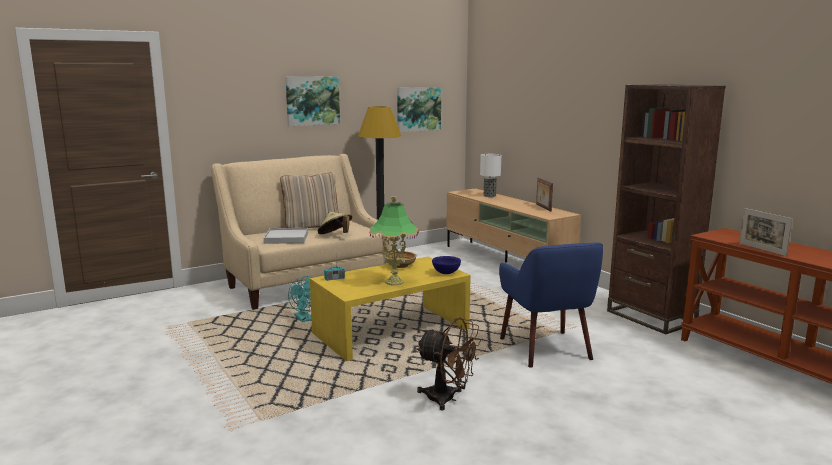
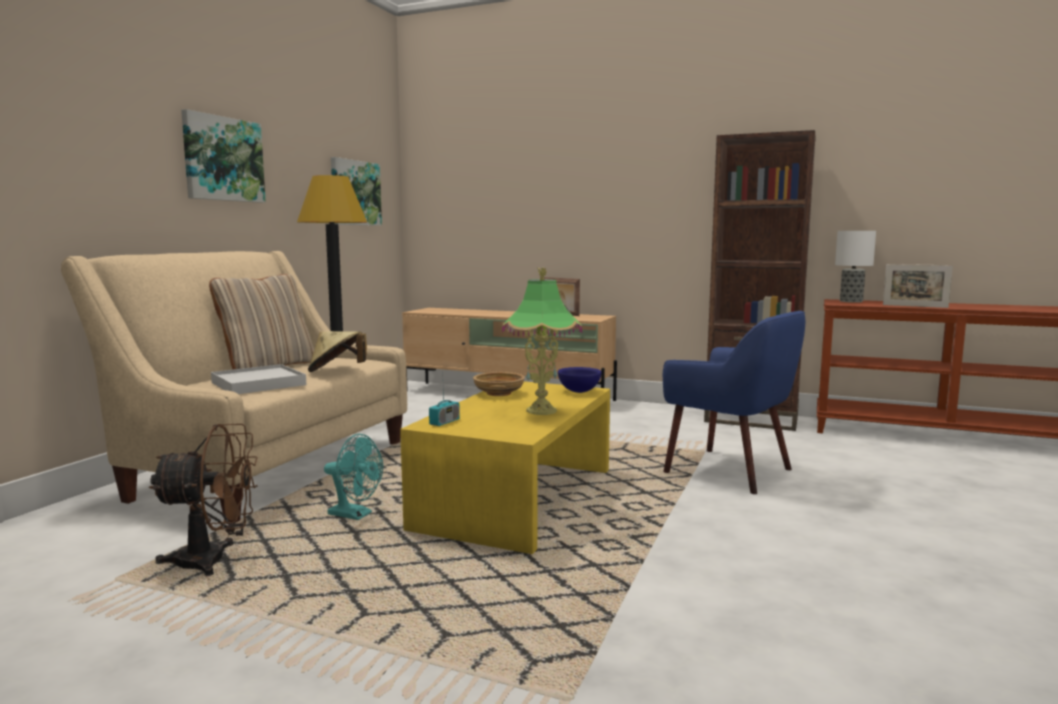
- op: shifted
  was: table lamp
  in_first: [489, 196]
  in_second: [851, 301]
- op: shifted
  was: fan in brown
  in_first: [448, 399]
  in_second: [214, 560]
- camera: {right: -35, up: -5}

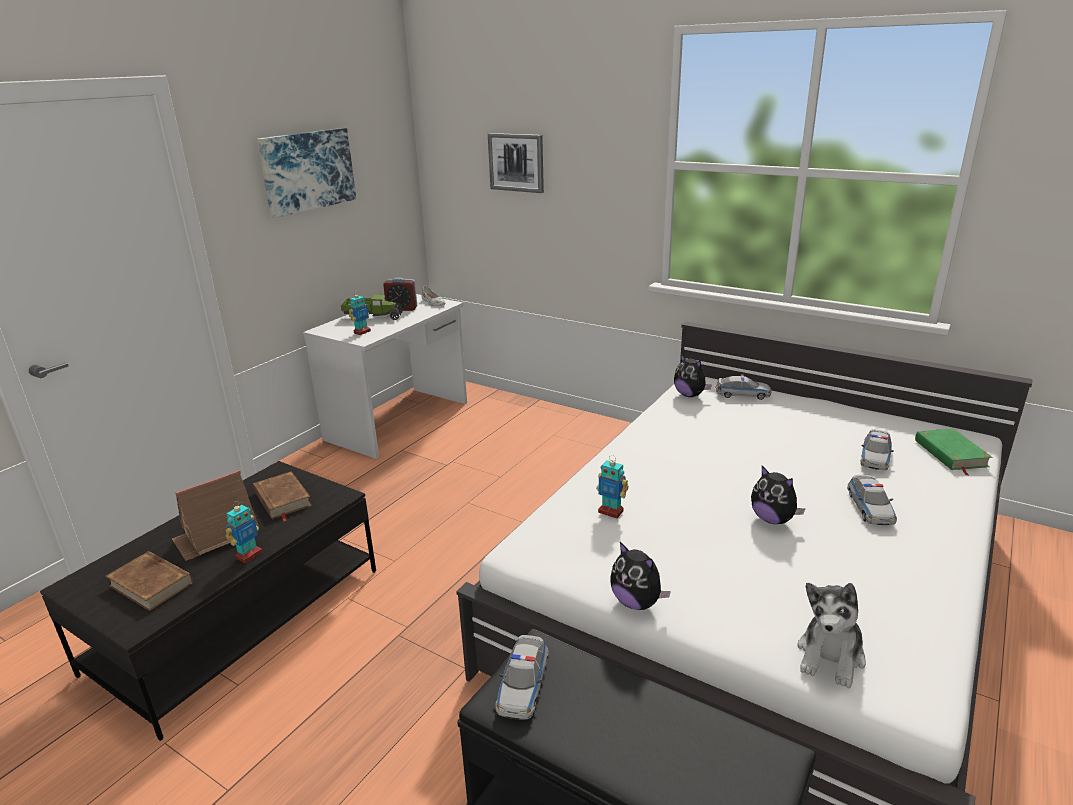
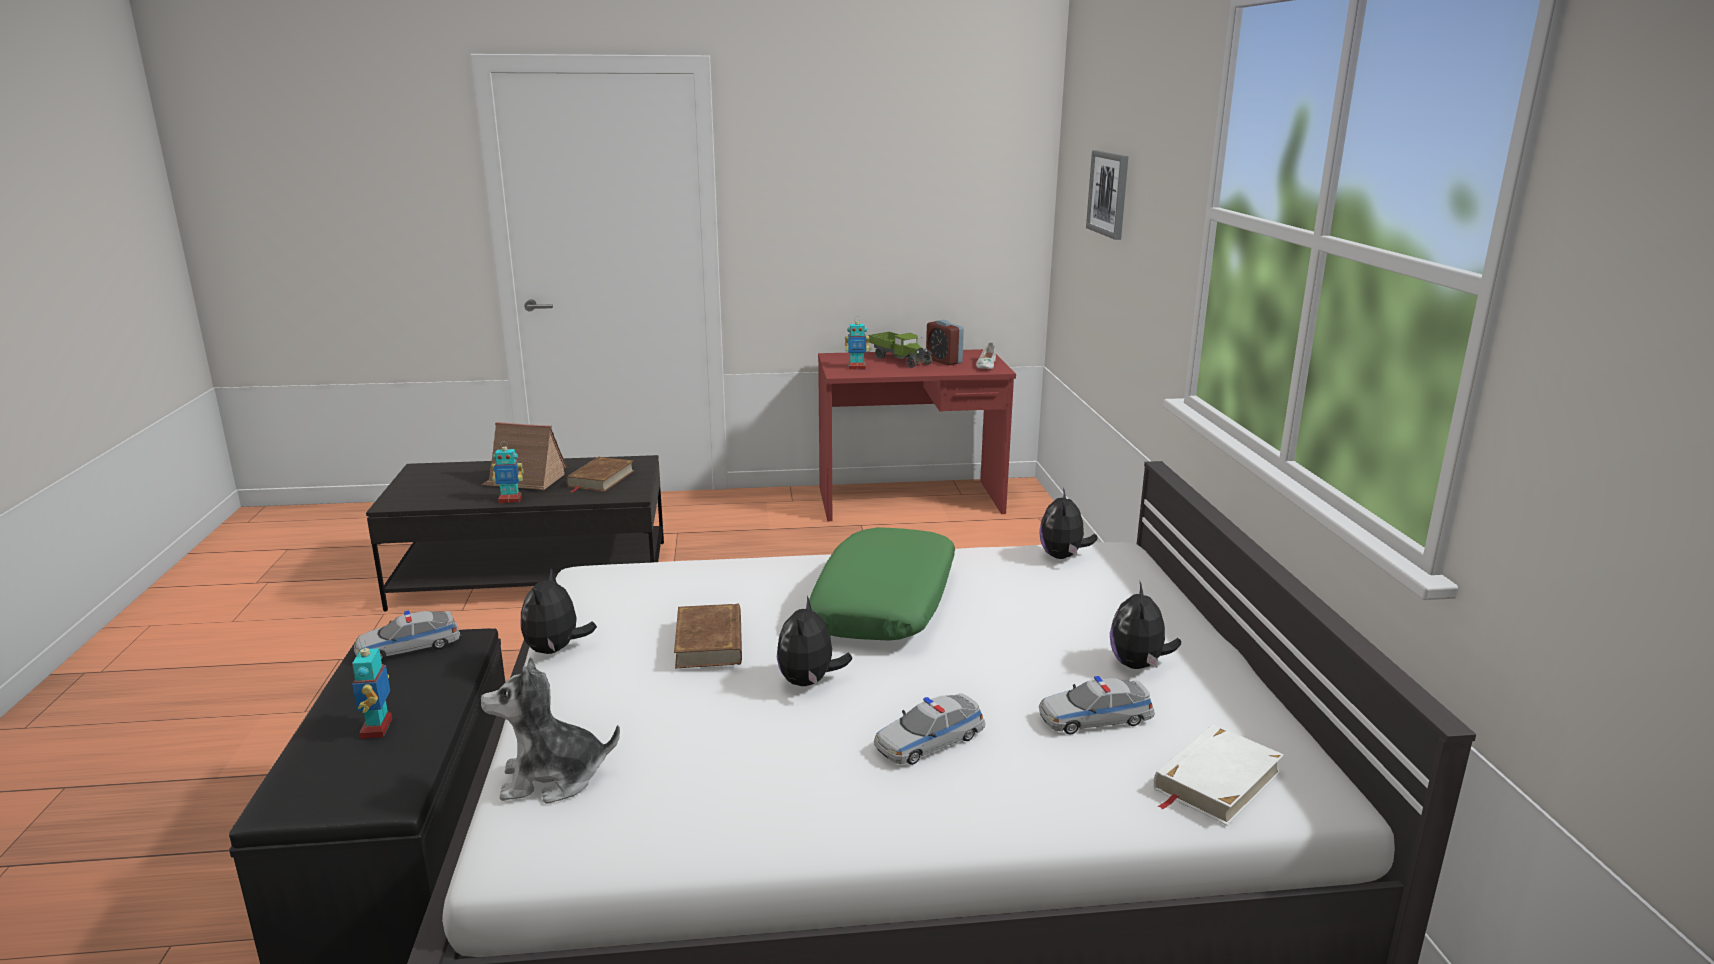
- op: gone
  was: picture
  in_first: [307, 171]
- op: repainted
  was: desk in white
  now: desk in red
  in_first: [399, 421]
  in_second: [910, 501]
- op: gone
  was: toy car
  in_first: [742, 394]
- op: repainted
  was: book in green
  now: book in white
  in_first: [950, 453]
  in_second: [1216, 780]
- op: shifted
  was: toy robot
  in_first: [611, 511]
  in_second: [377, 729]
- op: shifted
  was: book in brown
  in_first: [151, 584]
  in_second: [710, 642]
- op: new
  now: pillow in green
  in_second: [885, 603]
- op: new
  now: plush toy
  in_second: [1138, 665]
- camera: {right: 50, up: -5}

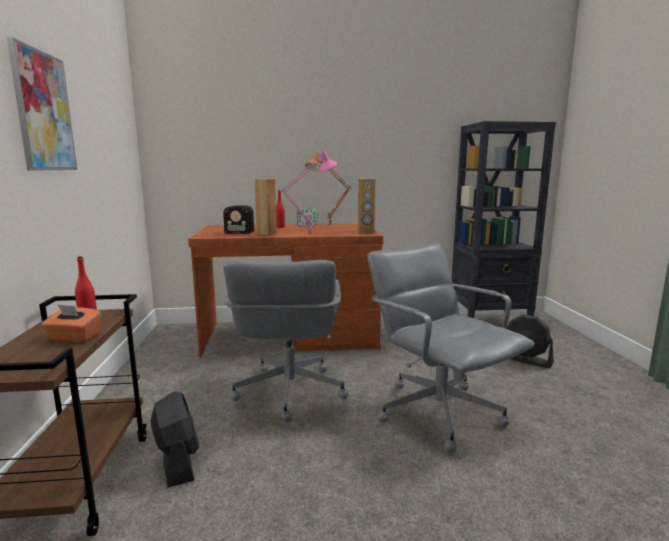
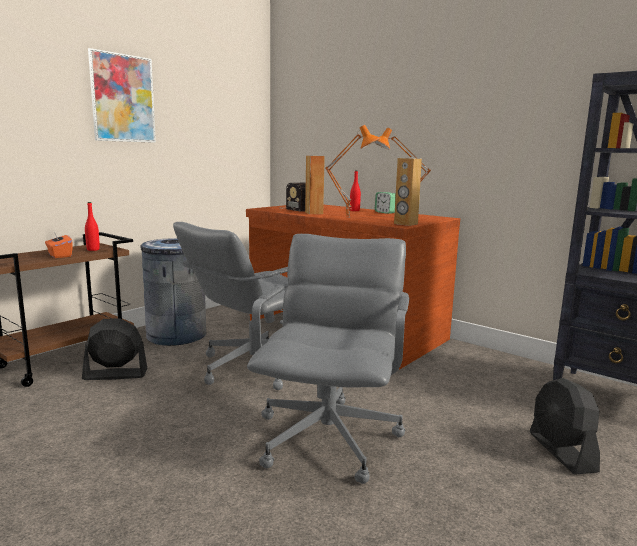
- op: repainted
  was: table lamp in pink
  now: table lamp in orange
  in_first: [309, 233]
  in_second: [349, 217]
- op: rotated
  was: fan in black
  in_first: [178, 462]
  in_second: [115, 374]
  clockwise: -120
- op: new
  now: trash can in grey
  in_second: [176, 335]
- camera: {right: 45, up: 0}

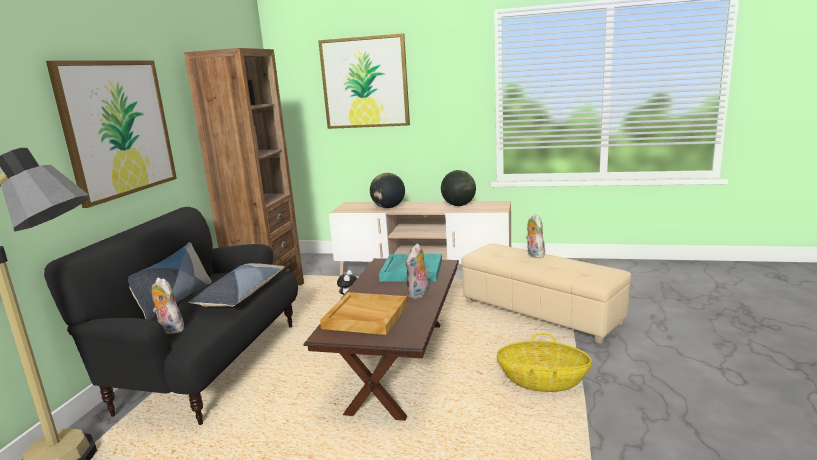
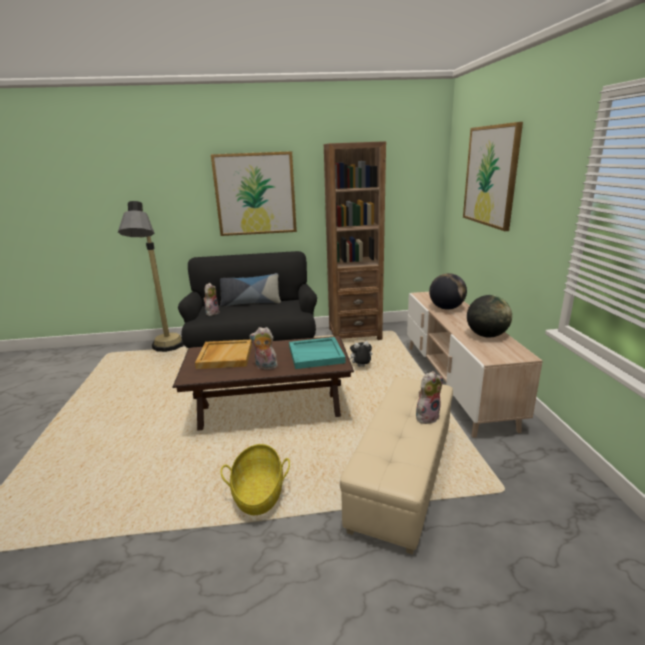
- op: gone
  was: pillow
  in_first: [241, 294]
- camera: {right: 70, up: 5}

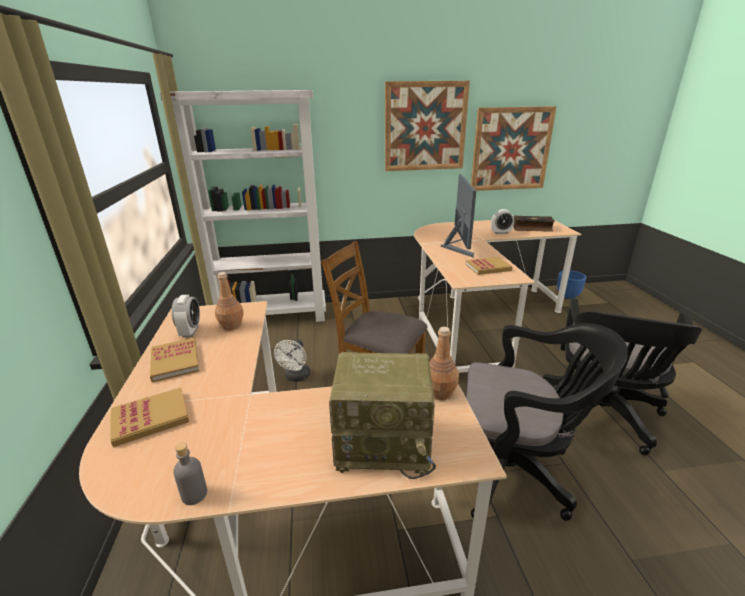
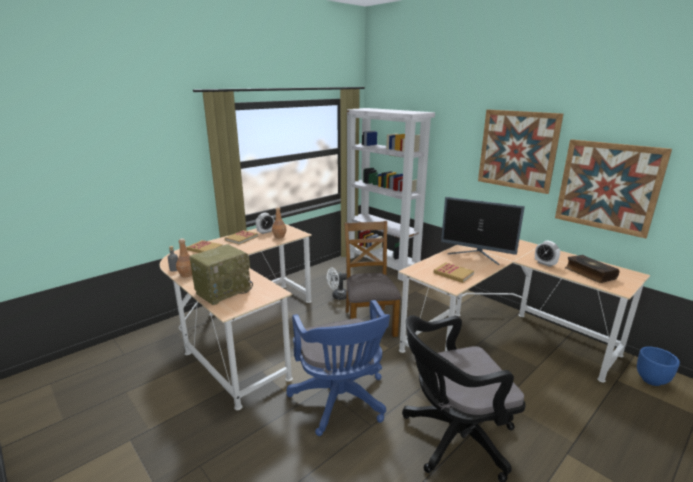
- op: rotated
  was: monitor
  in_first: [458, 246]
  in_second: [476, 256]
  clockwise: 60
- op: repainted
  was: office chair in black
  now: office chair in blue
  in_first: [512, 470]
  in_second: [341, 402]
- op: shifted
  was: bottle in brown
  in_first: [440, 392]
  in_second: [186, 274]
- op: rotated
  was: radio
  in_first: [384, 443]
  in_second: [223, 291]
  clockwise: -105
- camera: {right: 55, up: -5}

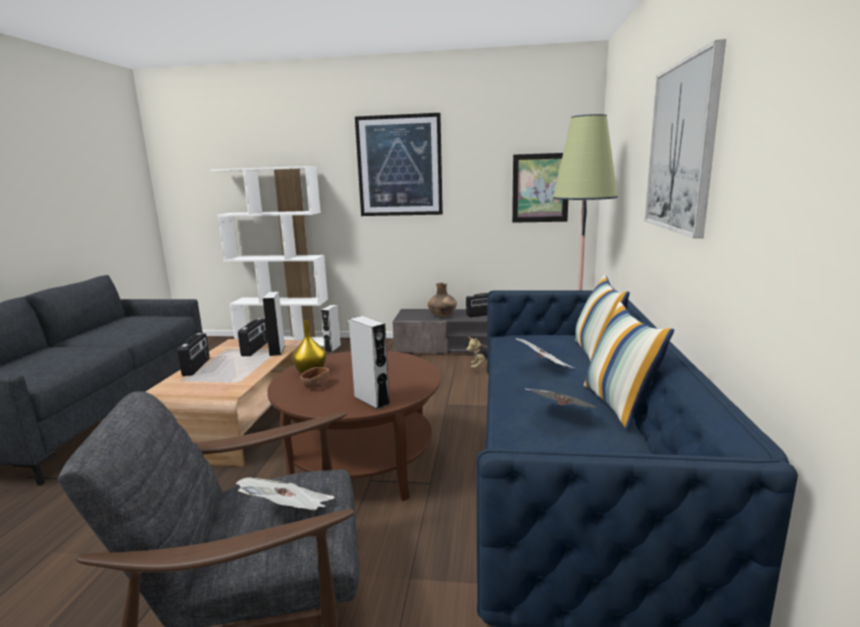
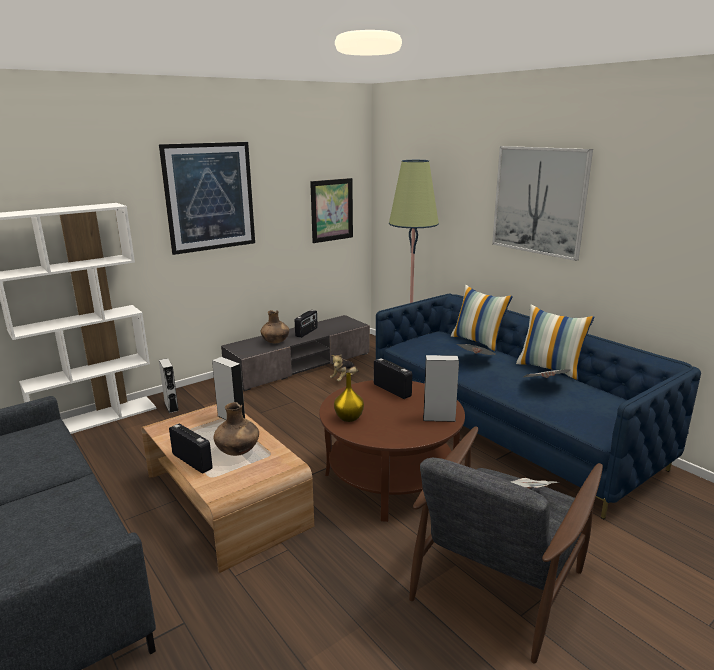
- op: shifted
  was: radio
  in_first: [255, 349]
  in_second: [392, 390]
- op: gone
  was: bowl in brown
  in_first: [316, 385]
- op: new
  now: vase in brown
  in_second: [238, 452]
- camera: {right: -45, up: 5}

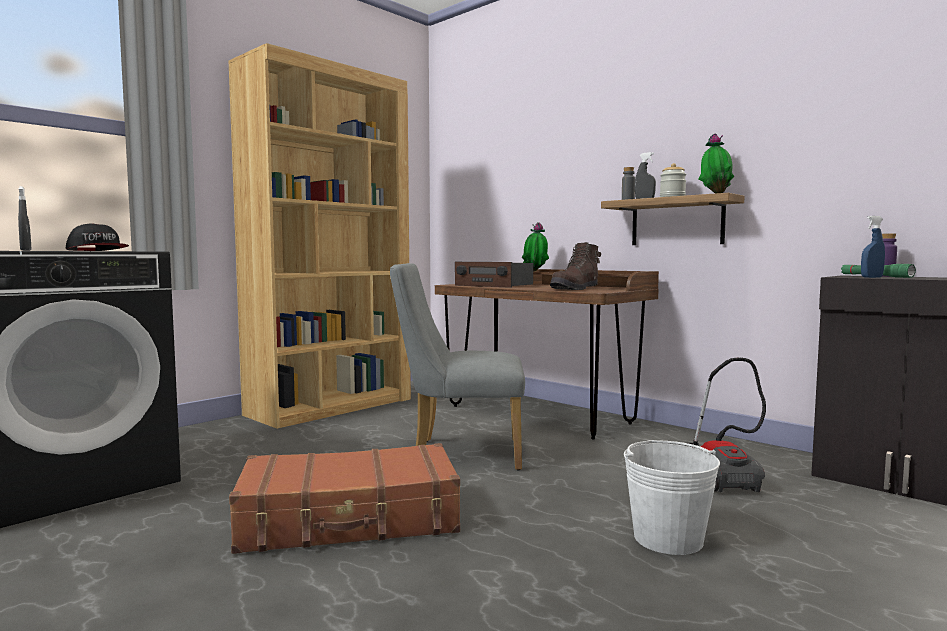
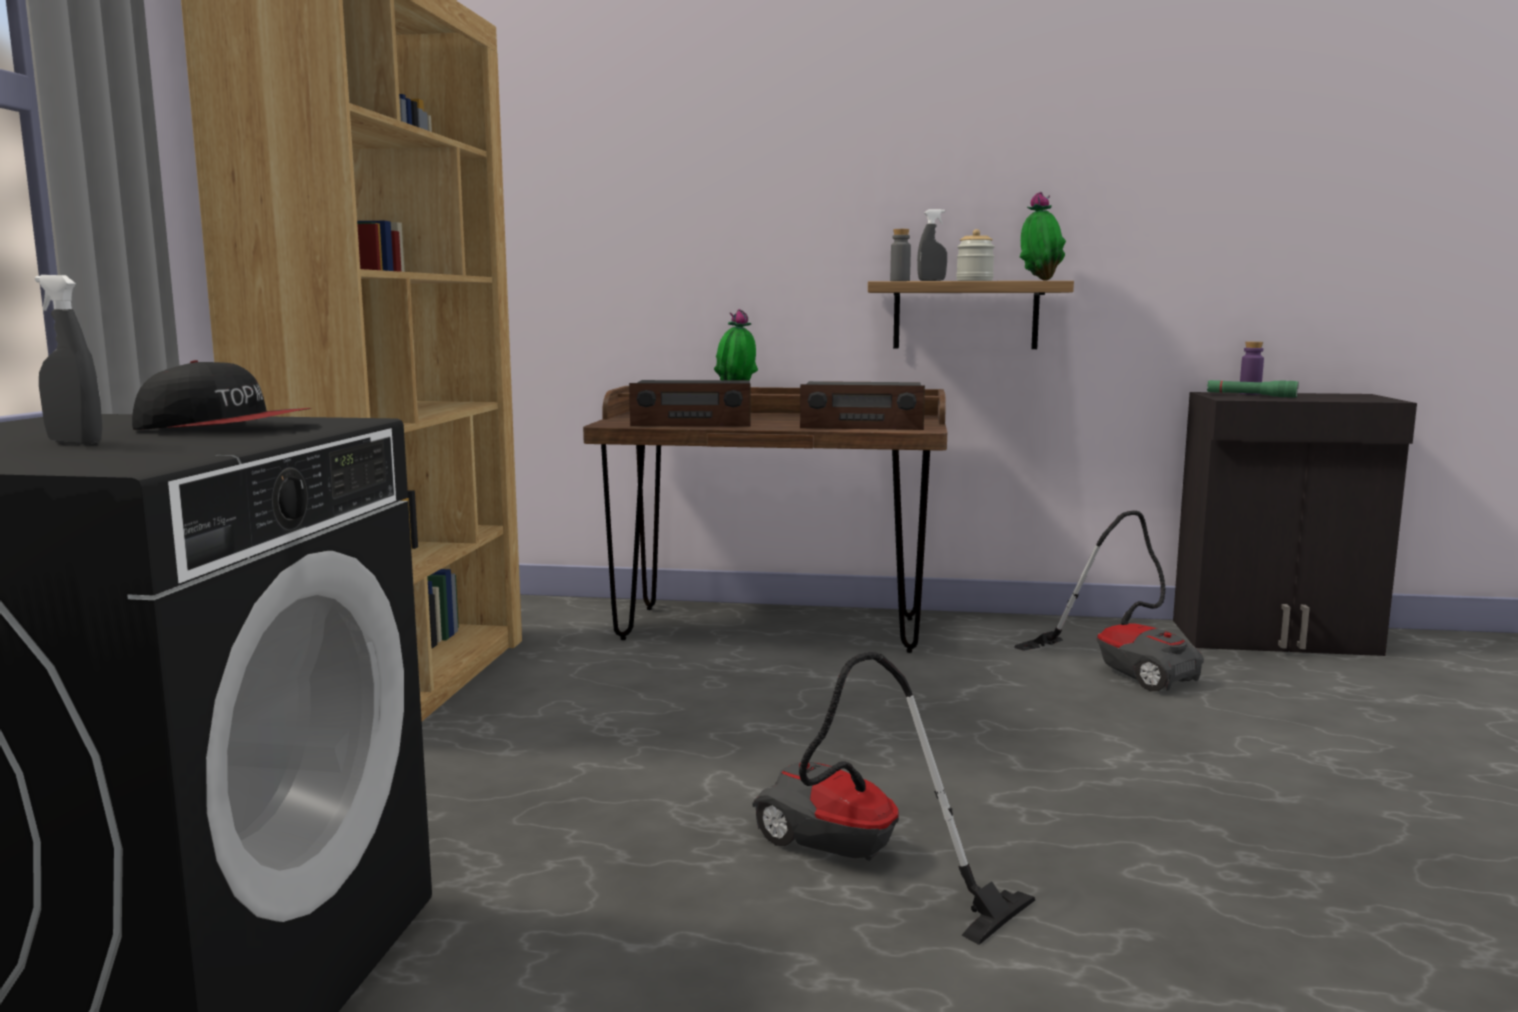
- op: gone
  was: spray bottle in blue
  in_first: [871, 277]
- op: swapped
  was: boot in brown
  now: radio
  in_first: [576, 289]
  in_second: [862, 425]
- op: gone
  was: chair in grey
  in_first: [458, 453]
- op: gone
  was: bucket in white
  in_first: [668, 538]
- op: swapped
  was: suitcase in brown
  now: vacuum cleaner
  in_first: [350, 520]
  in_second: [855, 862]
- camera: {right: -35, up: 5}

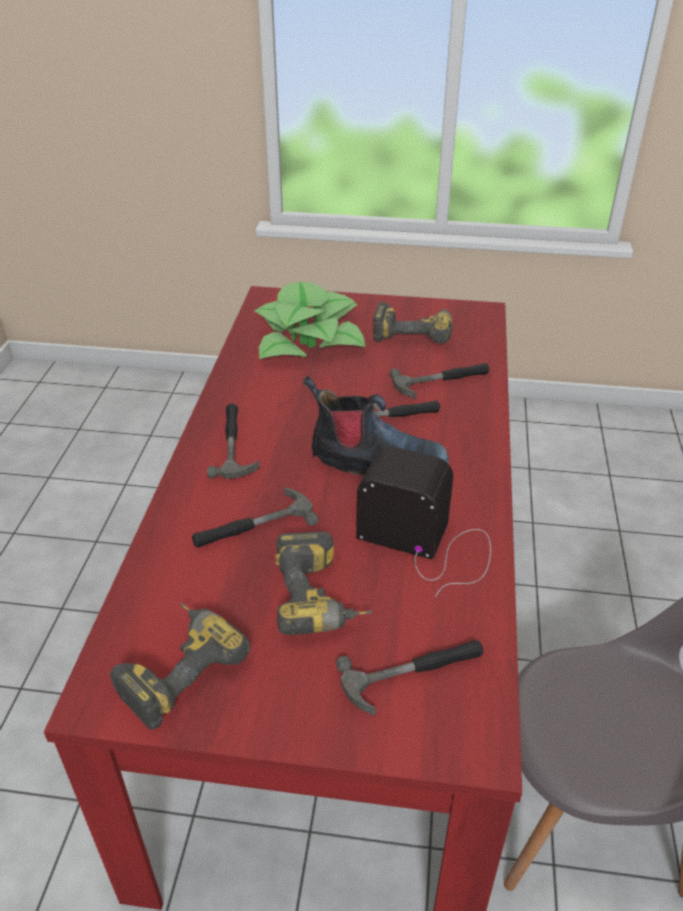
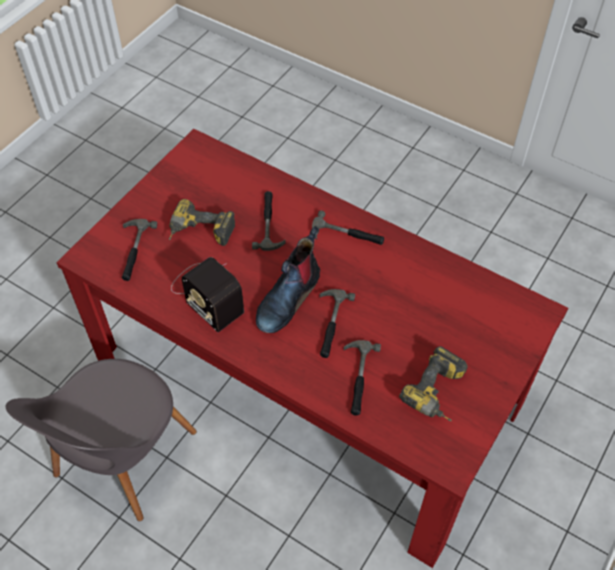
- op: gone
  was: potted plant
  in_first: [309, 338]
- op: rotated
  was: radio
  in_first: [429, 543]
  in_second: [206, 294]
  clockwise: 90
- op: gone
  was: power drill
  in_first: [177, 668]
- camera: {right: 115, up: 15}

